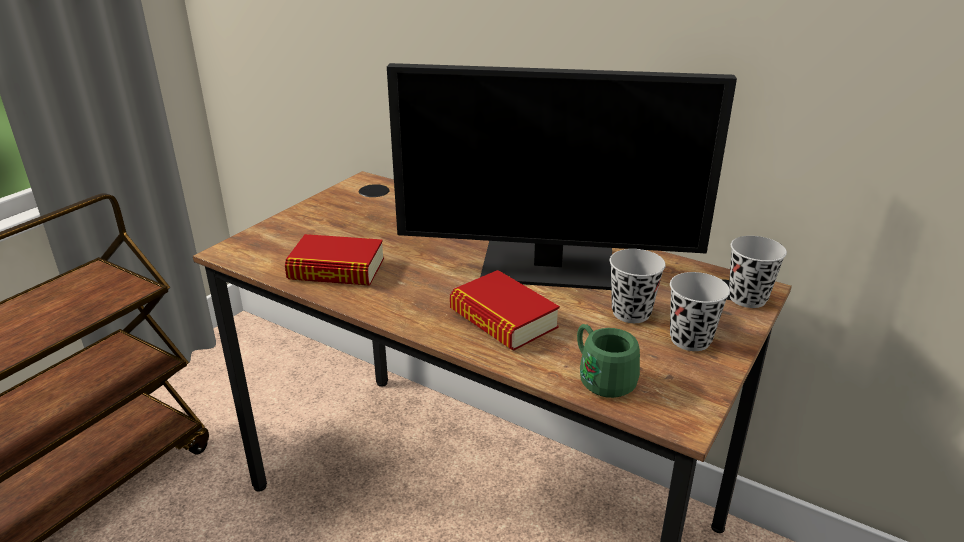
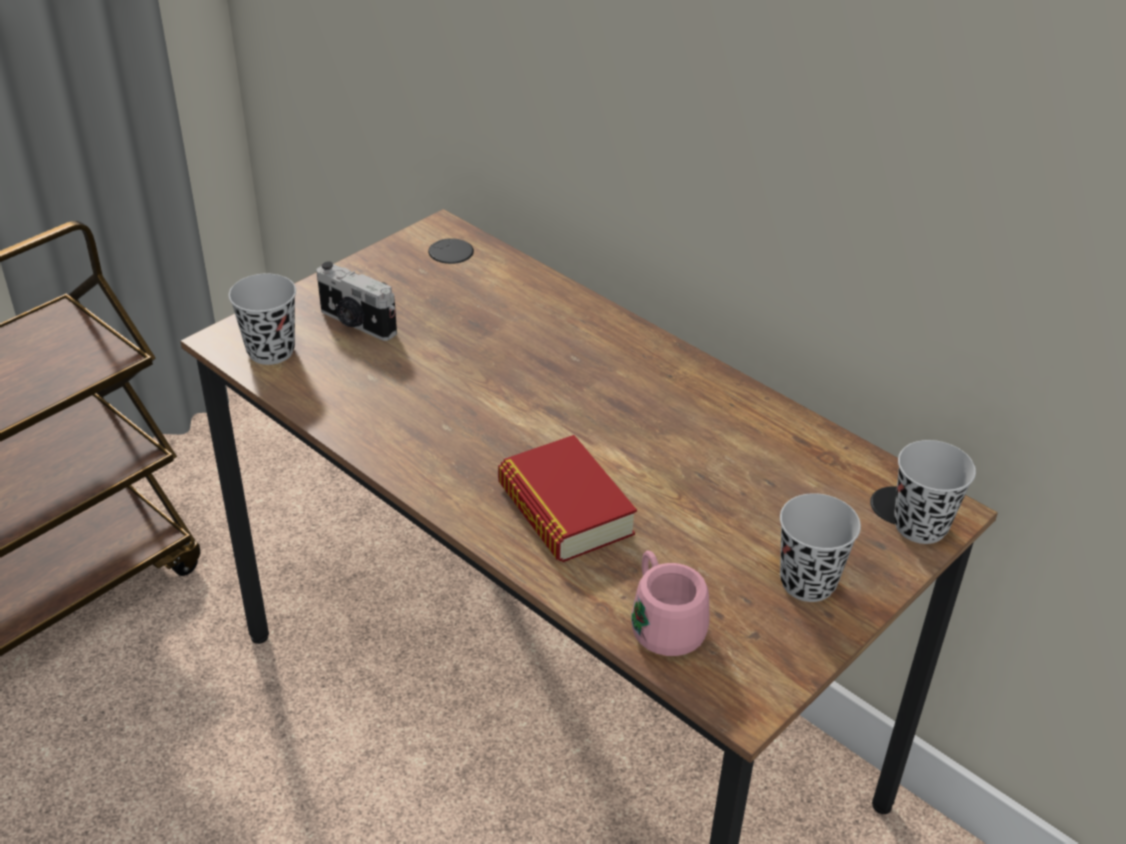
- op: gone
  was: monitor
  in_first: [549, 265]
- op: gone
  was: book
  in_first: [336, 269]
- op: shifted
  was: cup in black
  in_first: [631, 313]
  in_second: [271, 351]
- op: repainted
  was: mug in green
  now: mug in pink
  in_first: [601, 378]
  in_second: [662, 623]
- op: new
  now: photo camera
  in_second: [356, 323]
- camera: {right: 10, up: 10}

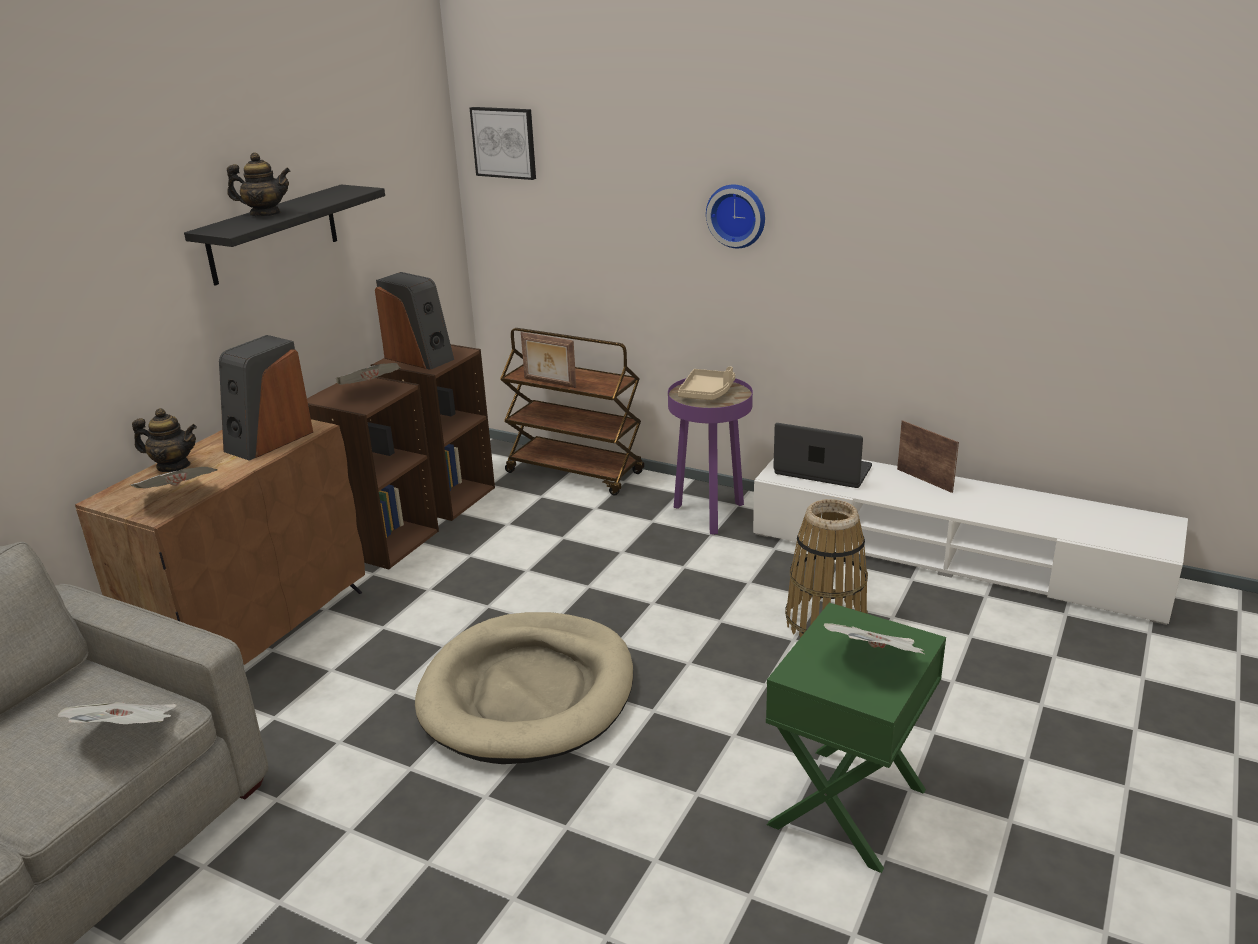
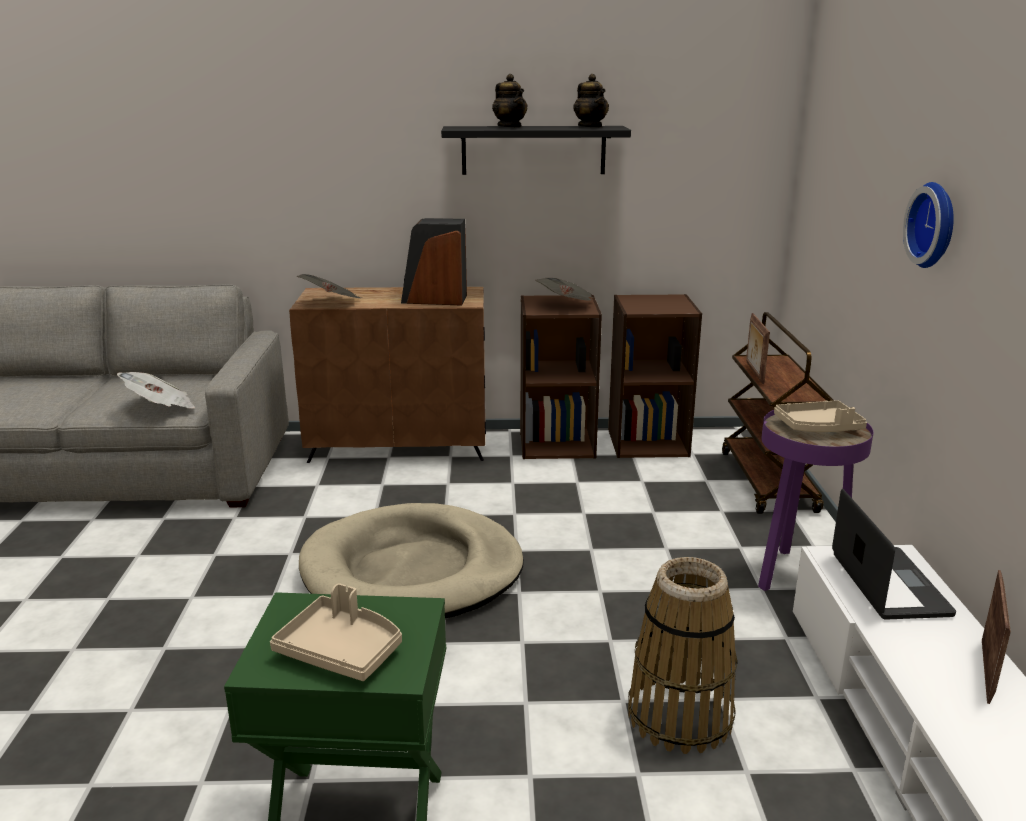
- op: gone
  was: picture
  in_first: [504, 142]
- op: gone
  was: speaker
  in_first: [420, 358]
- op: shifted
  was: teapot
  in_first: [173, 466]
  in_second: [590, 127]
- op: swapped
  was: newspaper
  now: tray in beige
  in_first: [876, 660]
  in_second: [341, 650]
- camera: {right: 60, up: -5}

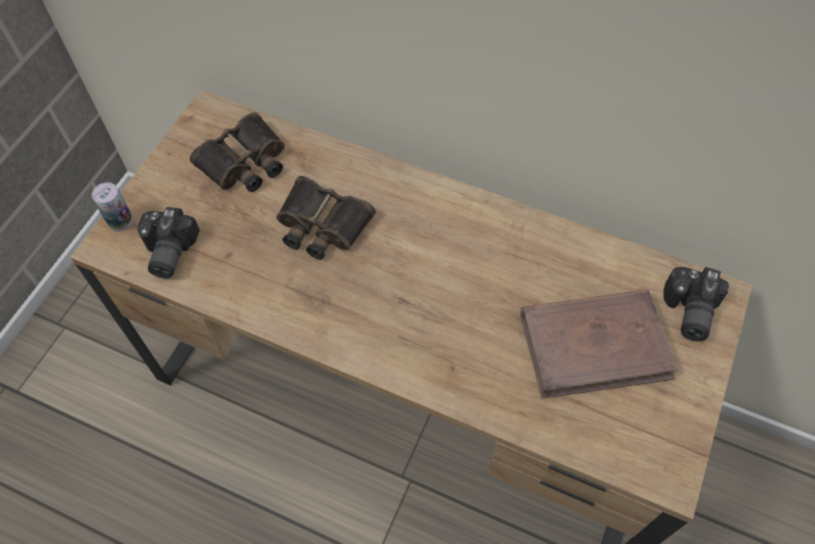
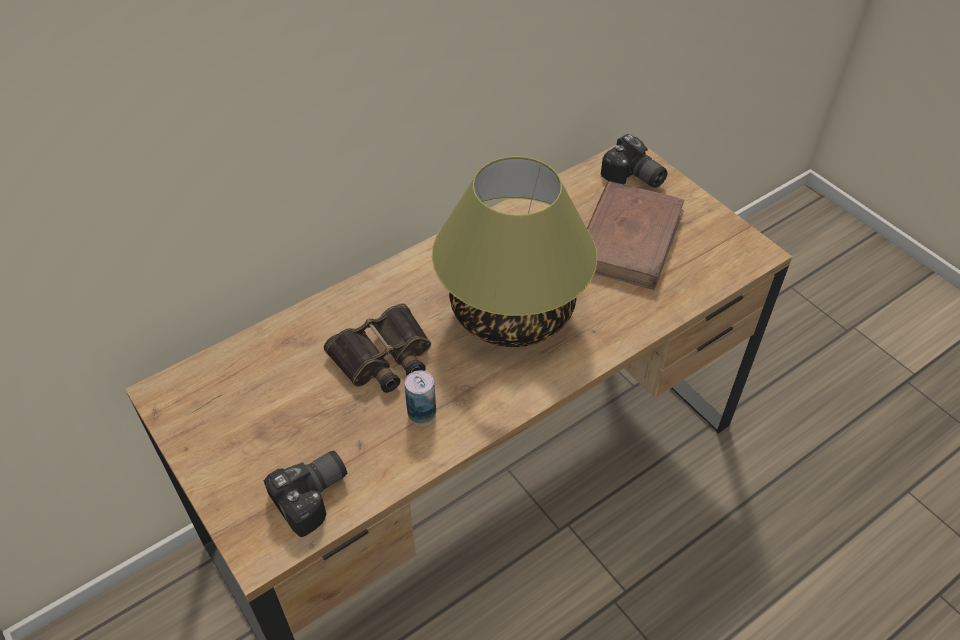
- op: gone
  was: binoculars
  in_first: [245, 163]
- op: shifted
  was: can
  in_first: [120, 221]
  in_second: [422, 414]
- op: rotated
  was: photo camera
  in_first: [166, 252]
  in_second: [314, 497]
  clockwise: -75
- op: new
  now: table lamp
  in_second: [511, 313]
- camera: {right: -60, up: -10}

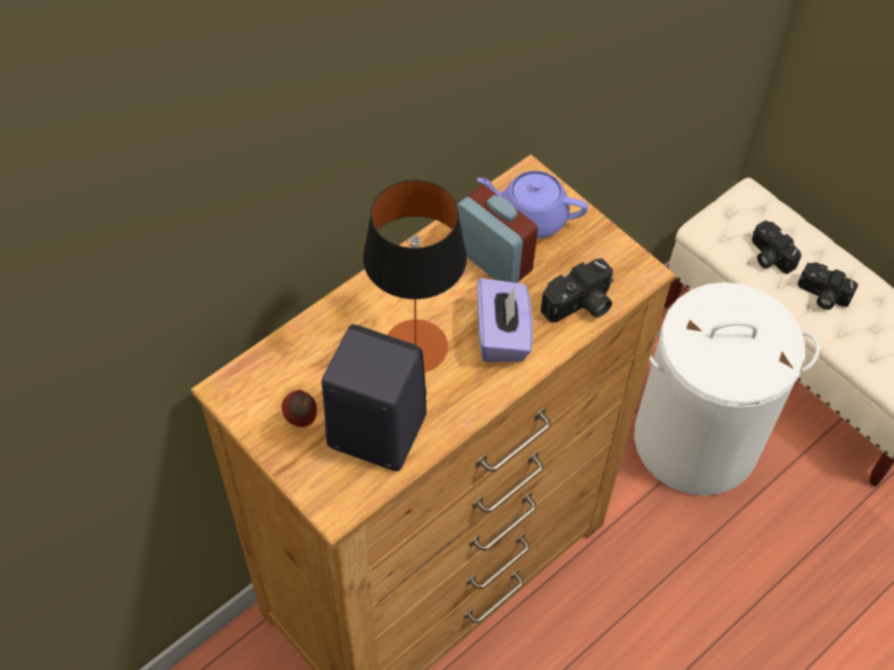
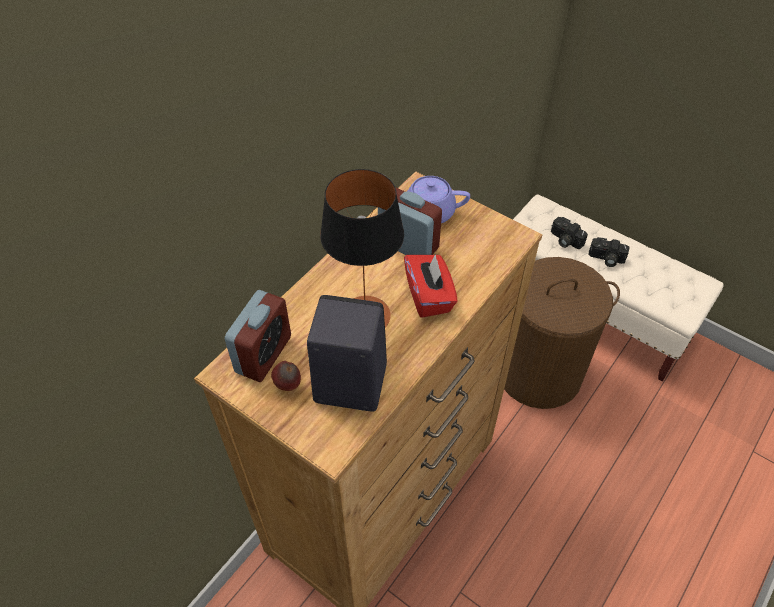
- op: gone
  was: photo camera
  in_first: [580, 306]
- op: repainted
  was: tissue box in purple
  now: tissue box in red
  in_first: [502, 335]
  in_second: [429, 296]
- op: repainted
  was: laundry basket in white
  now: laundry basket in brown
  in_first: [696, 439]
  in_second: [538, 372]
- op: new
  now: alarm clock
  in_second: [263, 354]
- camera: {right: -10, up: -5}

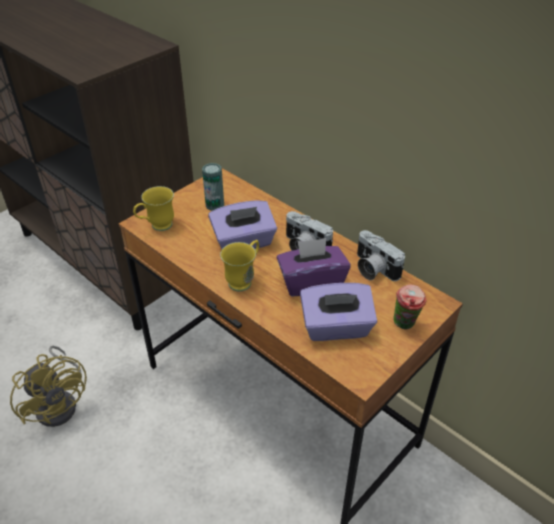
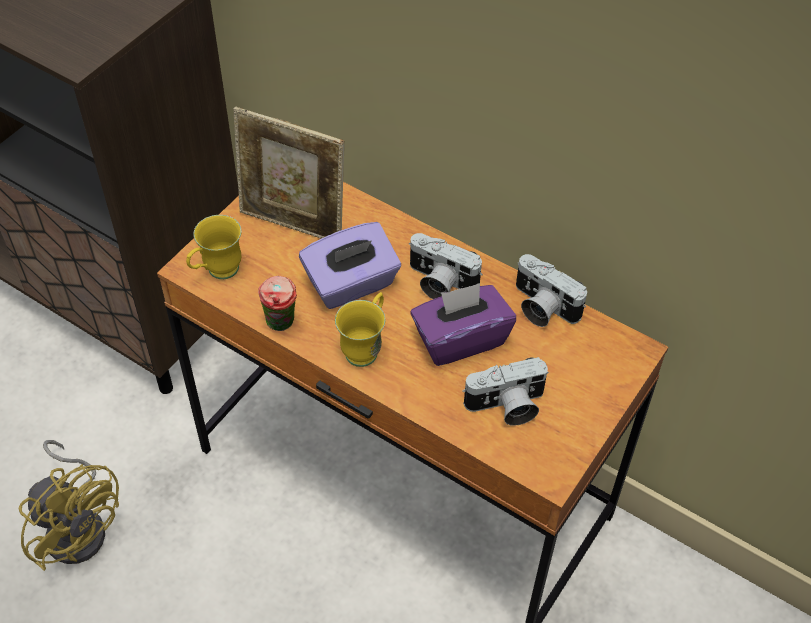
- op: swapped
  was: can
  now: picture frame
  in_first: [215, 205]
  in_second: [293, 224]
- op: swapped
  was: tissue box in purple
  now: photo camera
  in_first: [336, 328]
  in_second: [506, 406]
- op: shifted
  was: cup
  in_first: [405, 325]
  in_second: [281, 325]
- camera: {right: -10, up: 10}

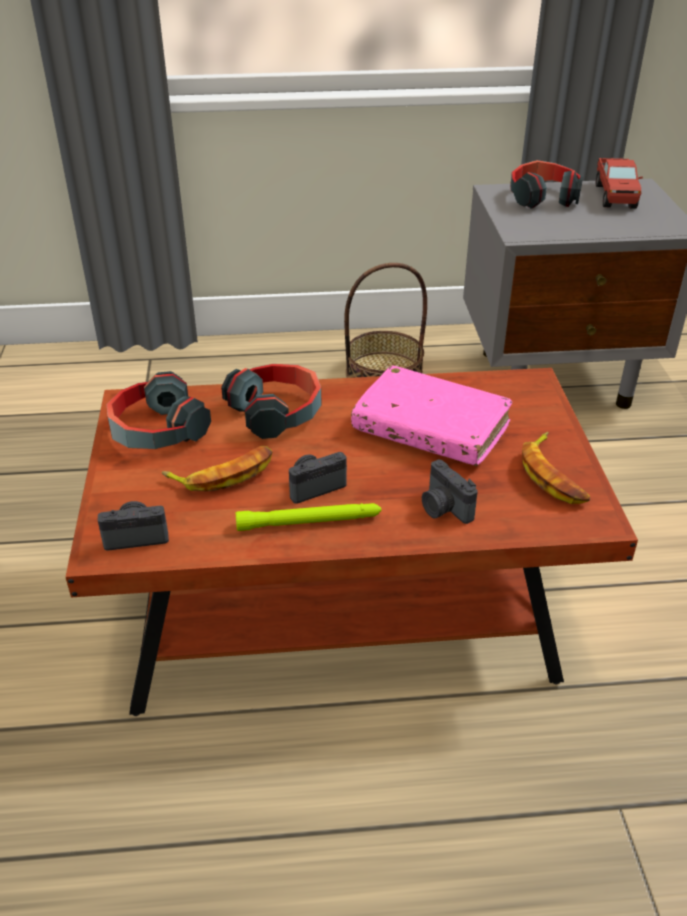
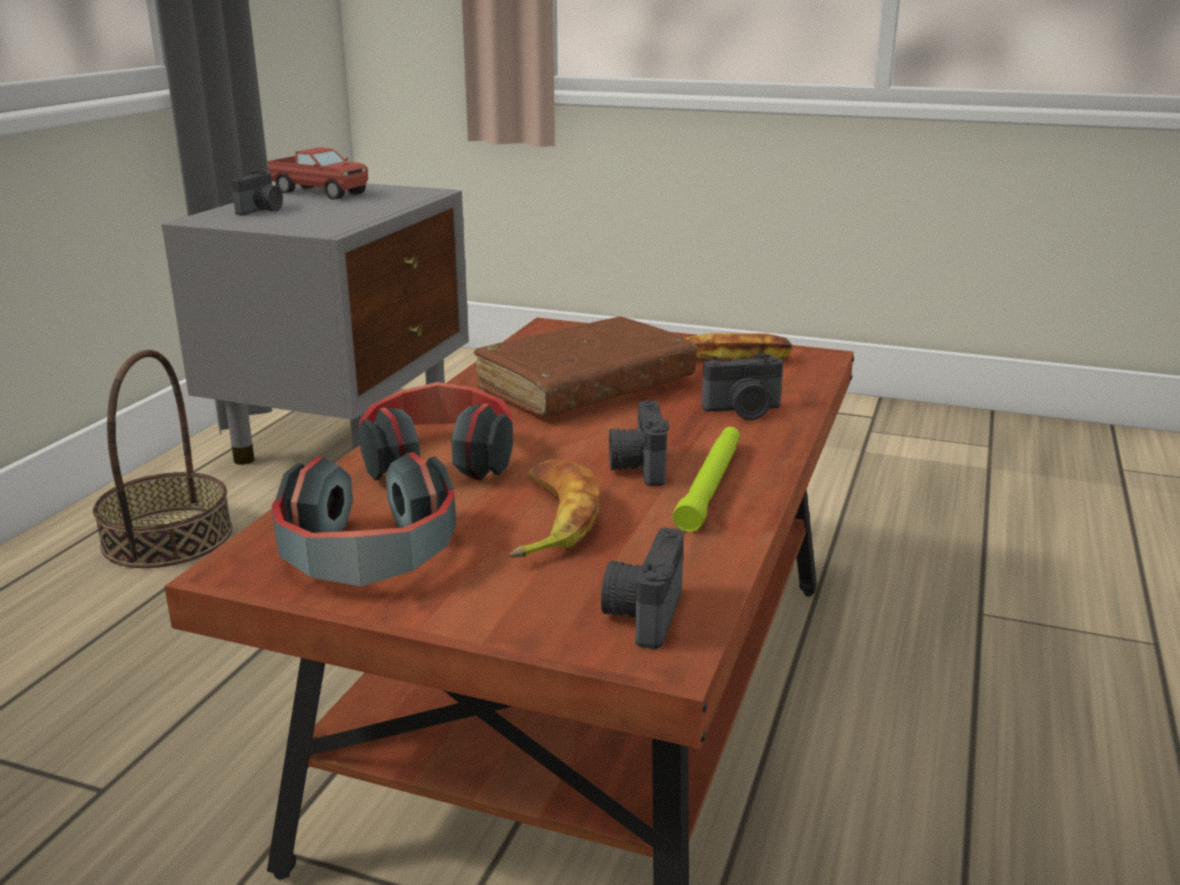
- op: swapped
  was: headphones
  now: photo camera
  in_first: [542, 197]
  in_second: [262, 210]
- op: repainted
  was: book in pink
  now: book in brown
  in_first: [430, 429]
  in_second: [586, 387]
- camera: {right: -65, up: -15}

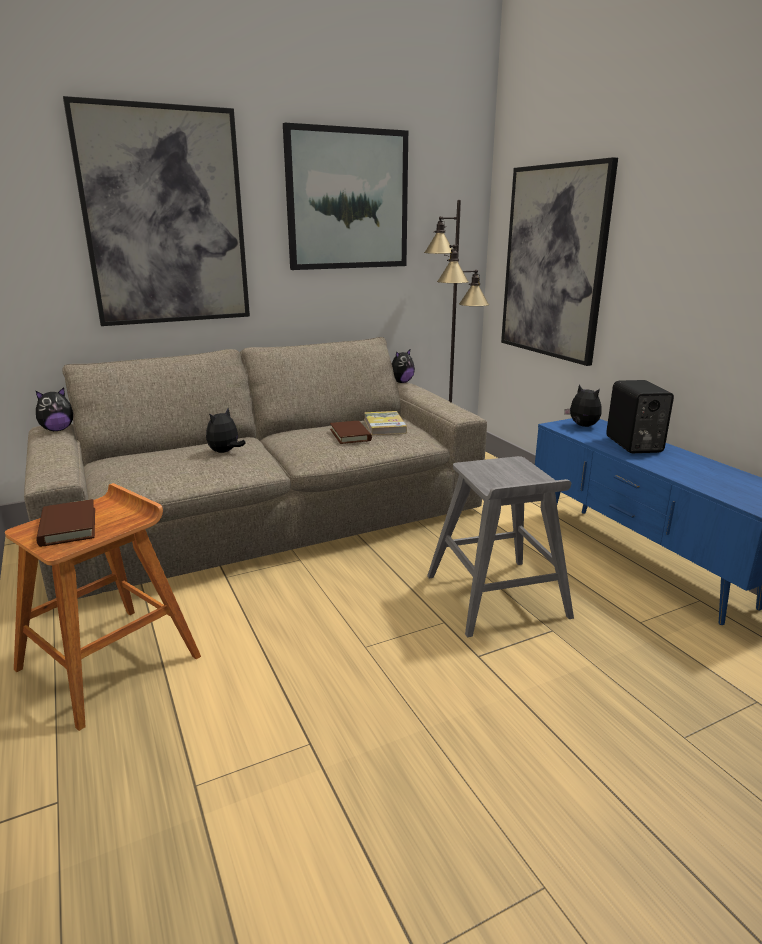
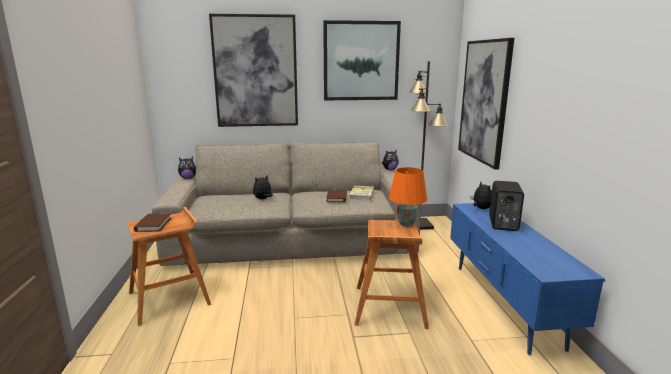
- op: repainted
  was: stool in grey
  now: stool in brown
  in_first: [497, 597]
  in_second: [389, 307]
- op: new
  now: table lamp in orange
  in_second: [407, 224]
- camera: {right: 20, up: -5}

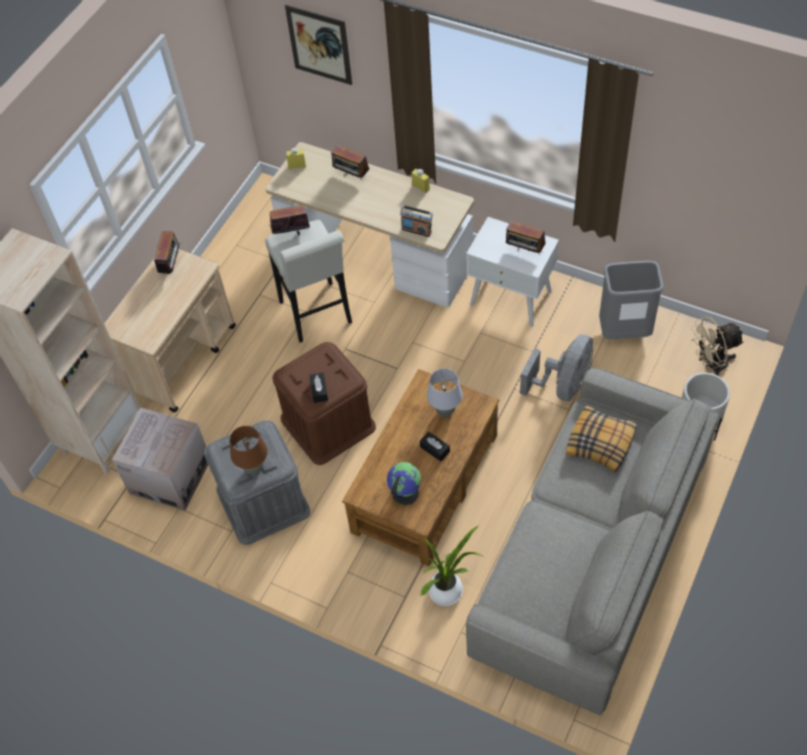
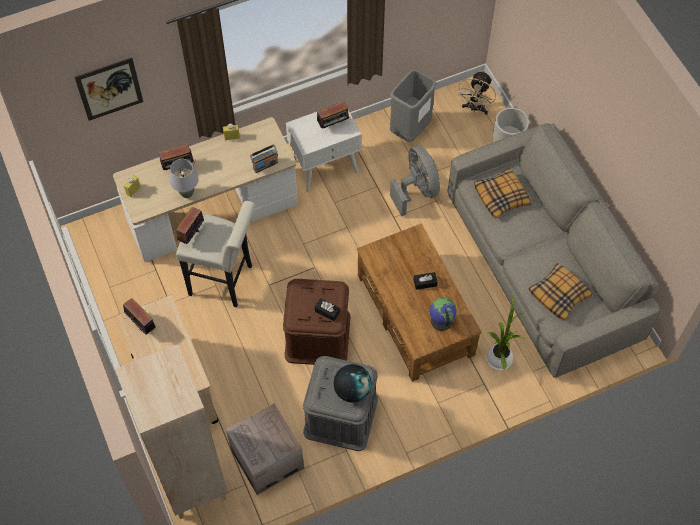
- op: shifted
  was: table lamp in grey
  in_first: [445, 412]
  in_second: [187, 194]
- op: swapped
  was: table lamp in brown
  now: globe
  in_first: [254, 469]
  in_second: [352, 390]
- op: new
  now: pillow
  in_second: [559, 294]
- camera: {right: -55, up: 5}

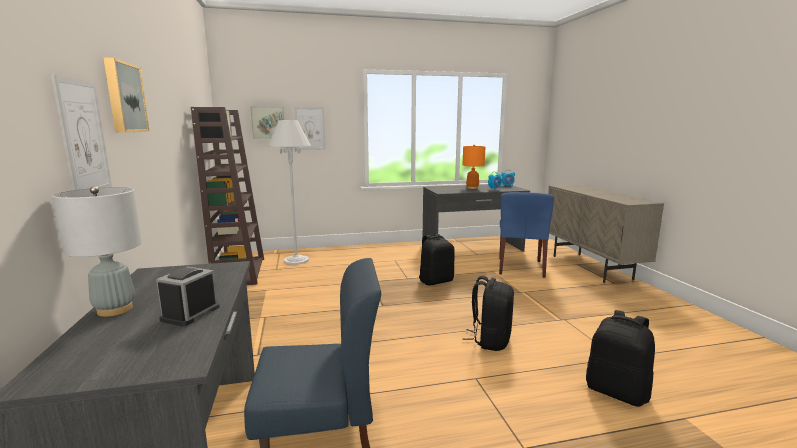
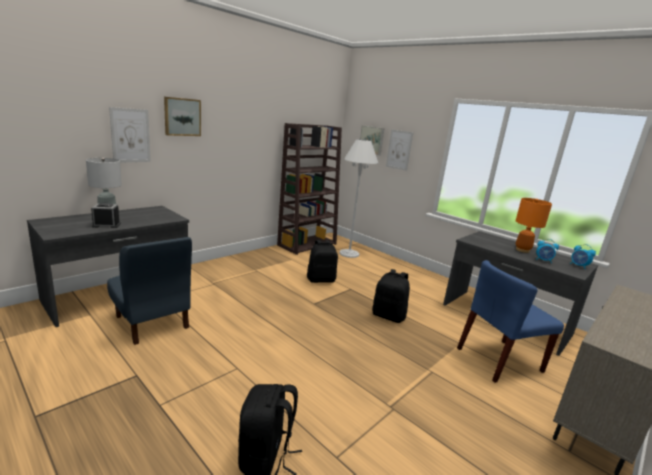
- op: shifted
  was: backpack in black
  in_first: [490, 340]
  in_second: [321, 280]
- camera: {right: 55, up: 5}

